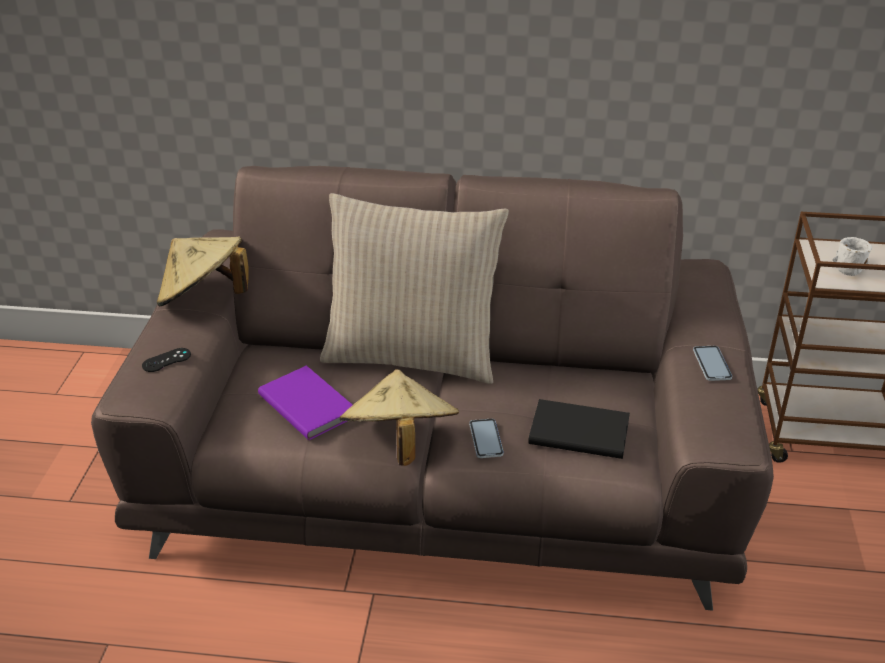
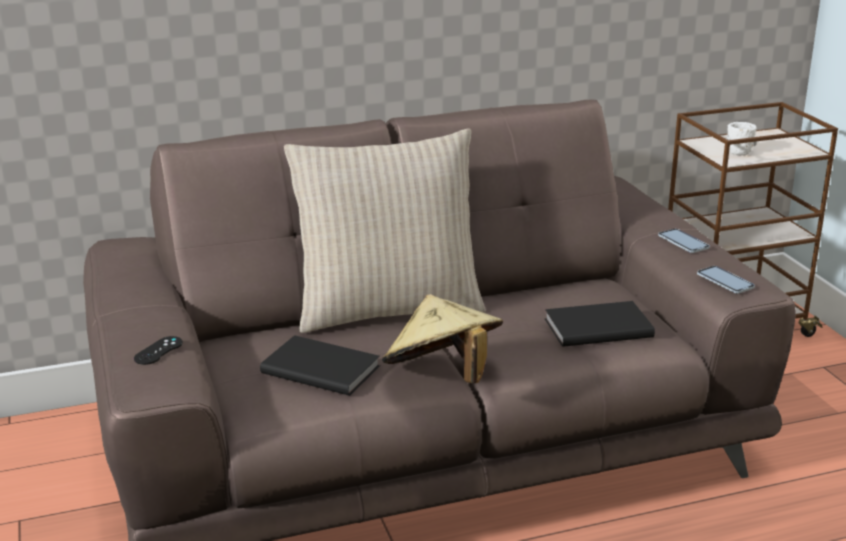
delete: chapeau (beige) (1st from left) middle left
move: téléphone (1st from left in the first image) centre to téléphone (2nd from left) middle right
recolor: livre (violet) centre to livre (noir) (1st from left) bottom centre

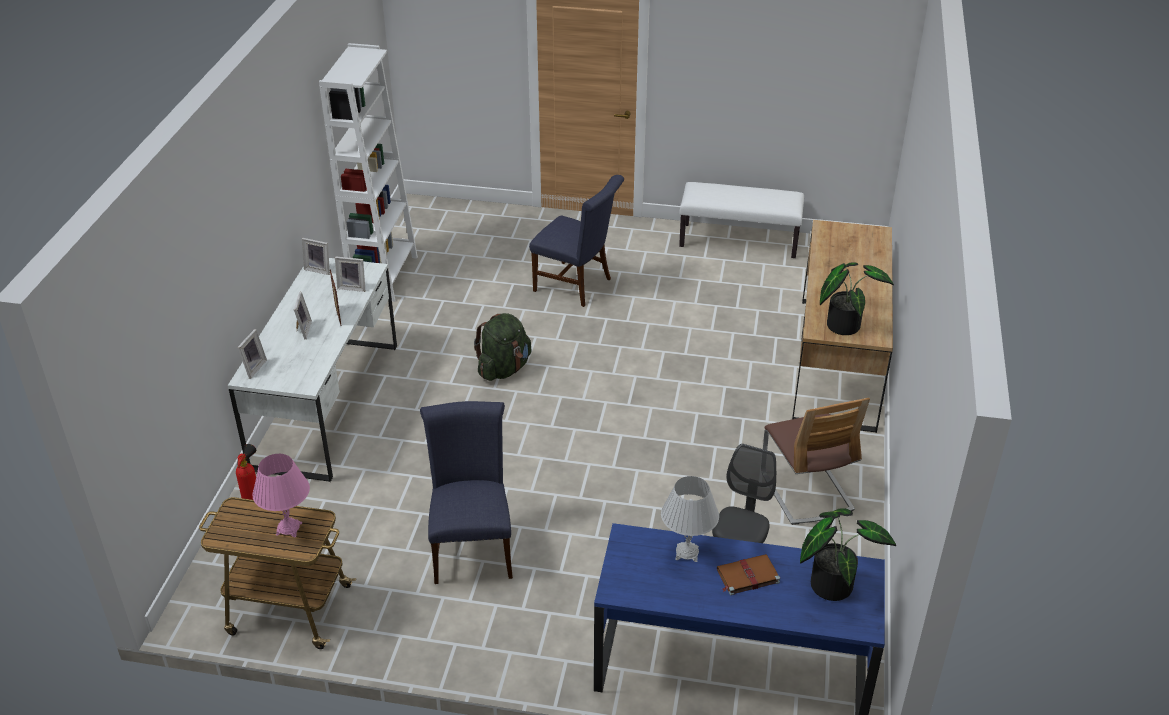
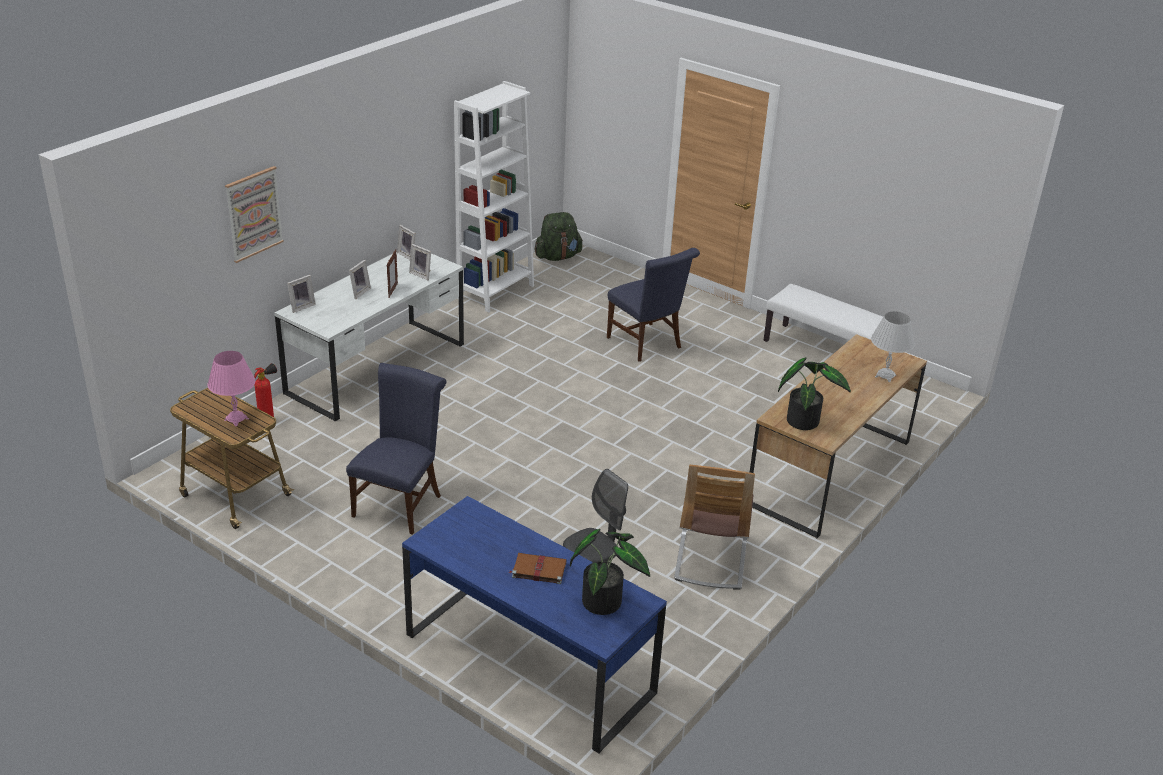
insert: tableau top left
move: sac à dos (vert) centre to top centre; lampe de table (blanc) bottom centre to middle right

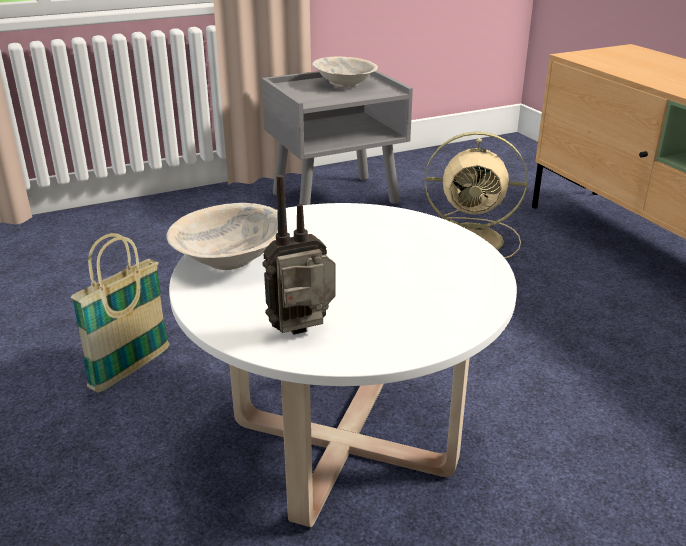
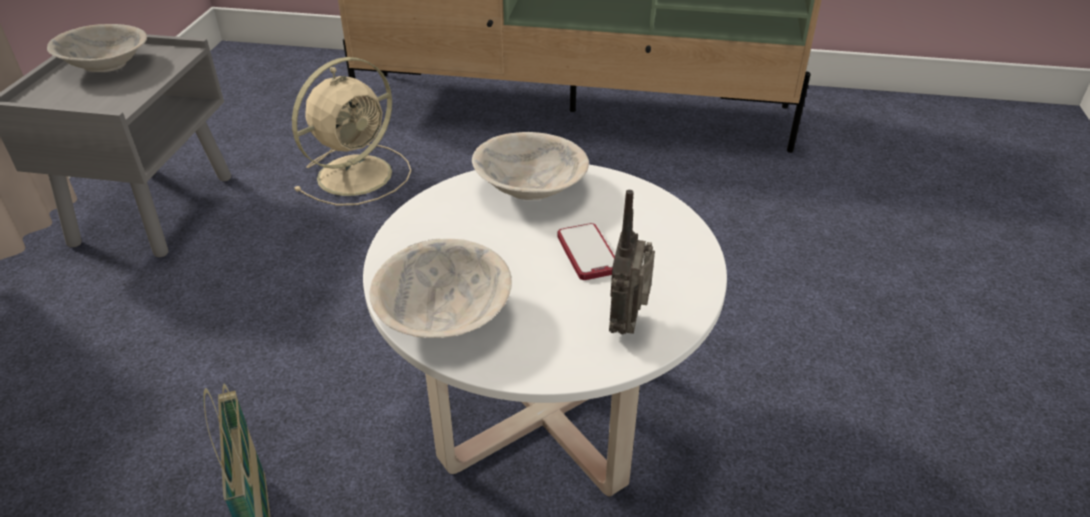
insert: bol (beige) (3rd from left) top centre; téléphone centre

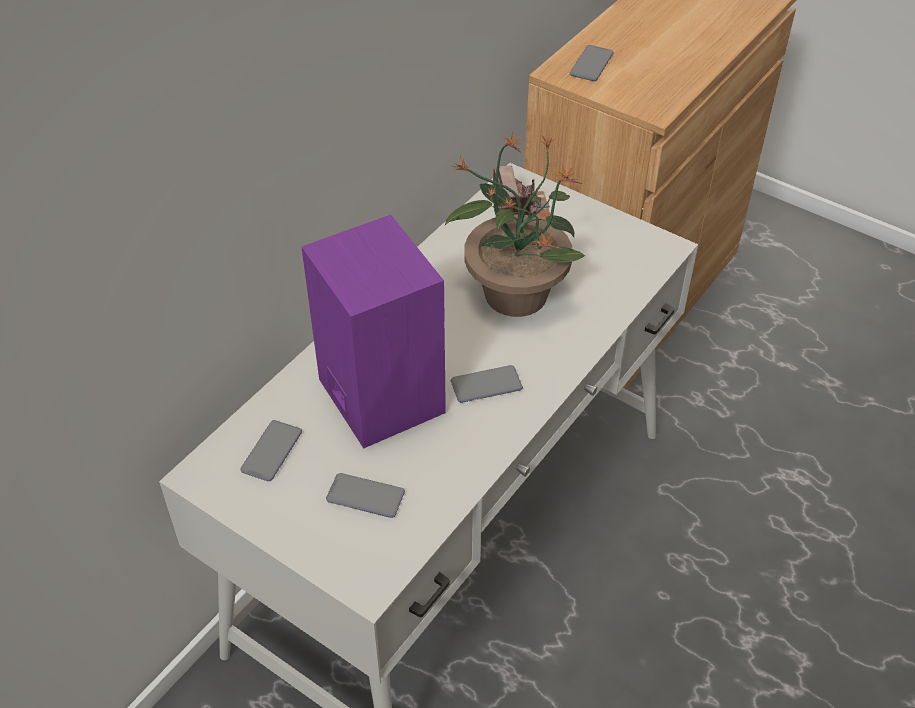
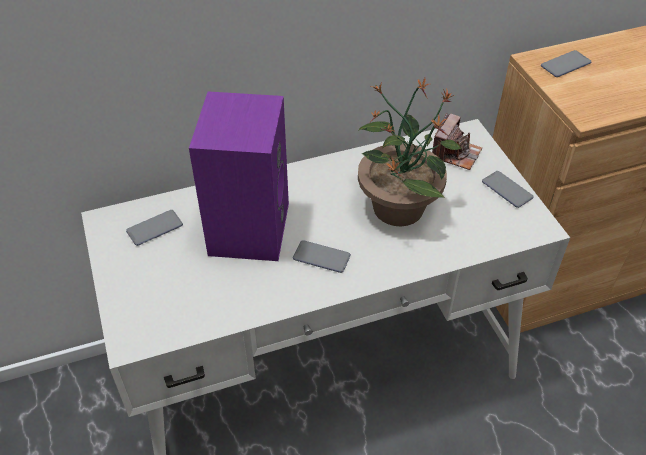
move: téléphone (2nd from left in the first image) bottom centre to téléphone (3rd from left) middle right

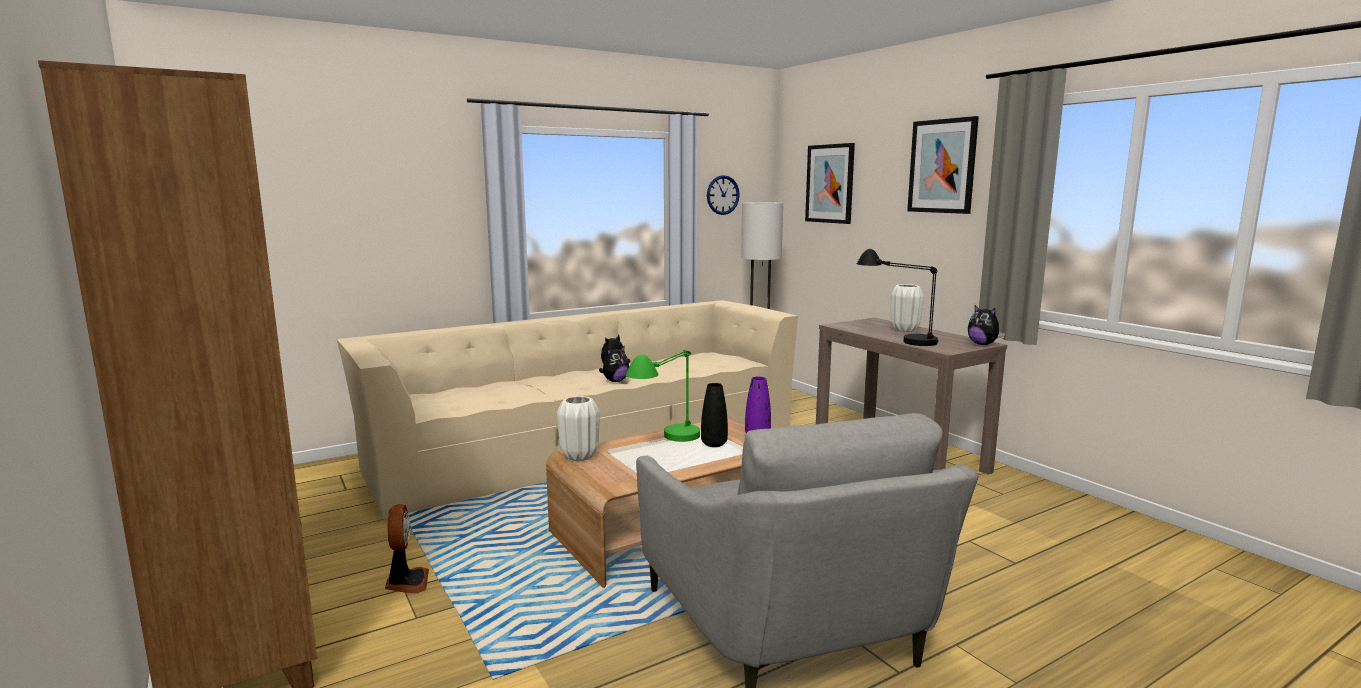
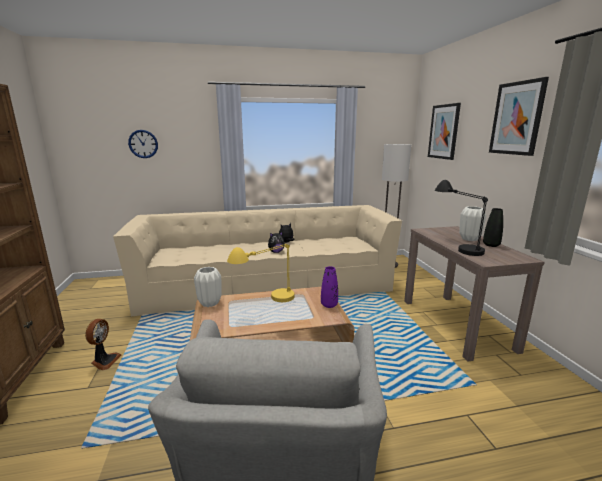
delete: peluche (3rd from left) middle right
move: horloge murale top centre to top left; vase (noir) centre to middle right
recolor: lampe de table (vert) centre to lampe de table (jaune) centre

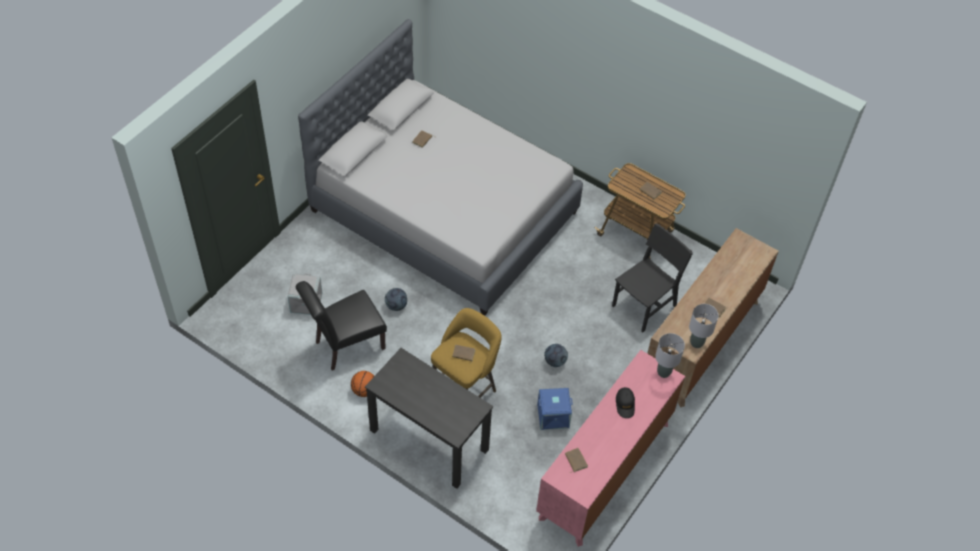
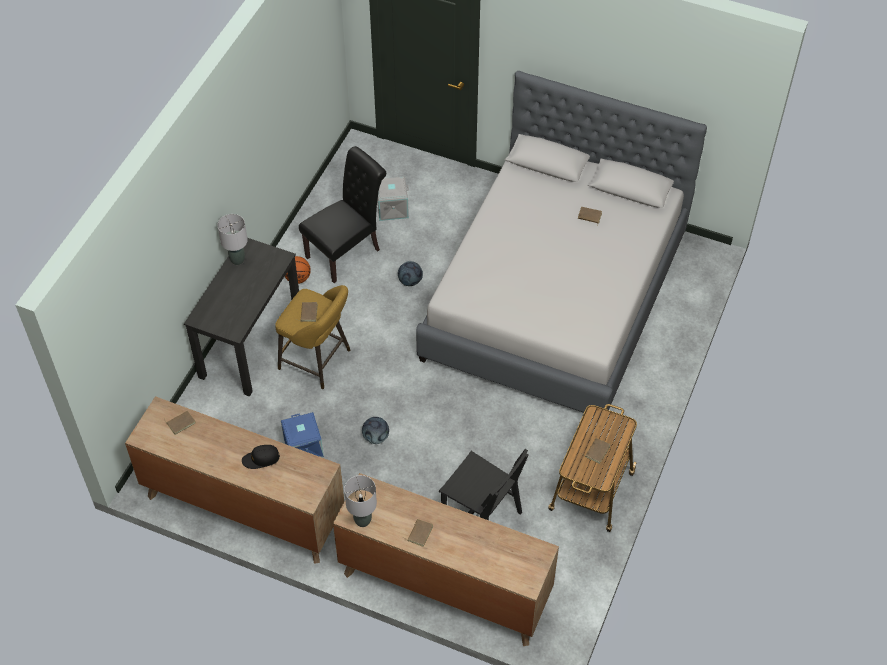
move: lampe de table (gris) (1st from left) middle right to middle left
recolor: commode (rose) bottom centre to commode (marron) (1st from left) bottom left
rotate: chaise (noir) (1st from left) centre = top centre 90 degrees clockwise

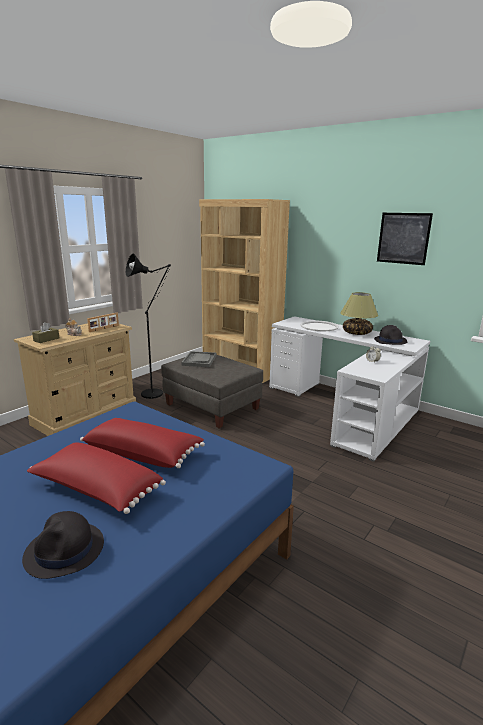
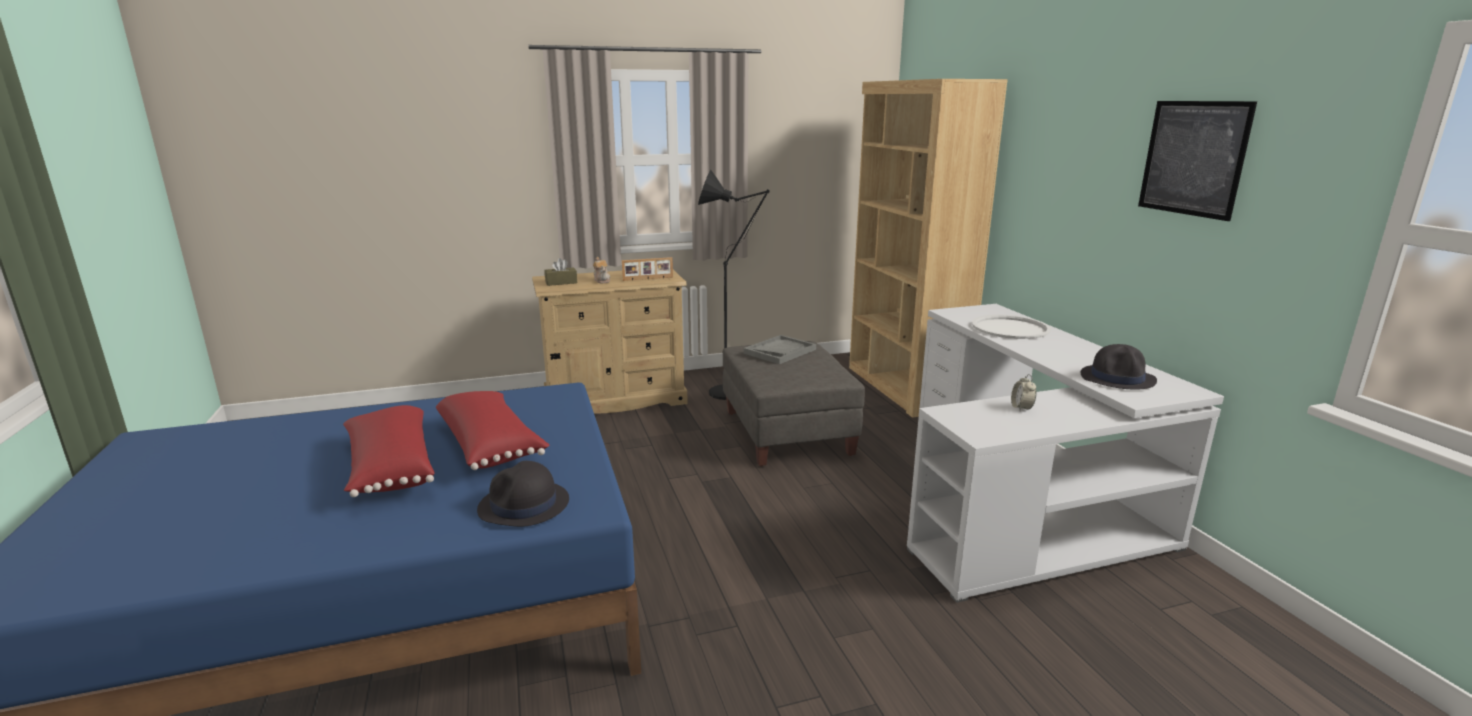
delete: lampe de table middle right
move: chapeau (noir) (1st from left) bottom left to bottom centre

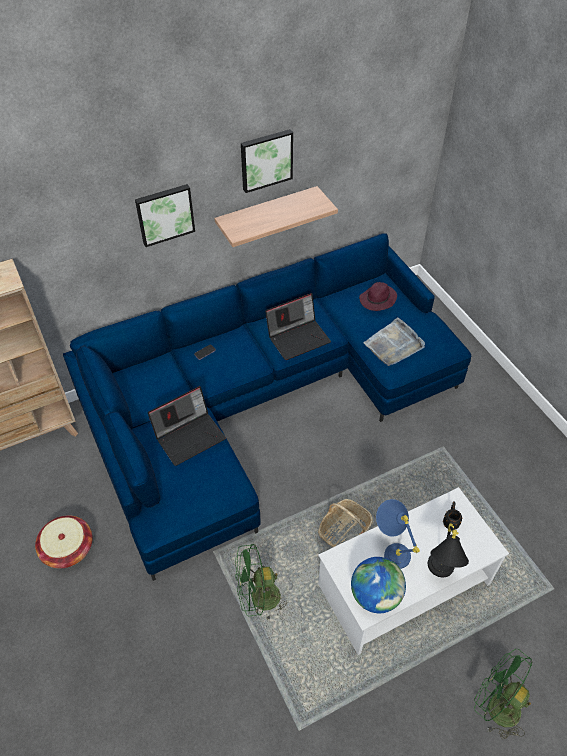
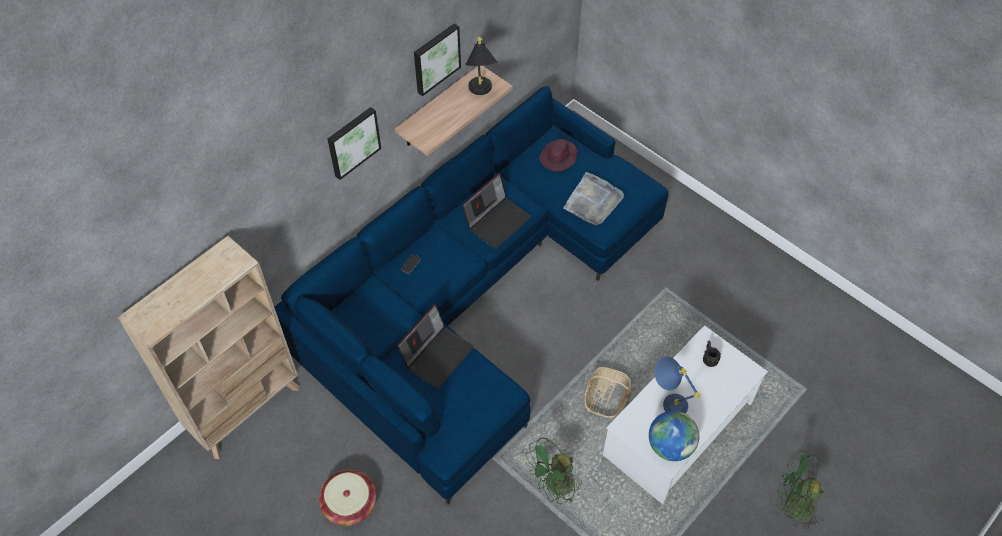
move: lampe de table (noir) bottom right to top centre

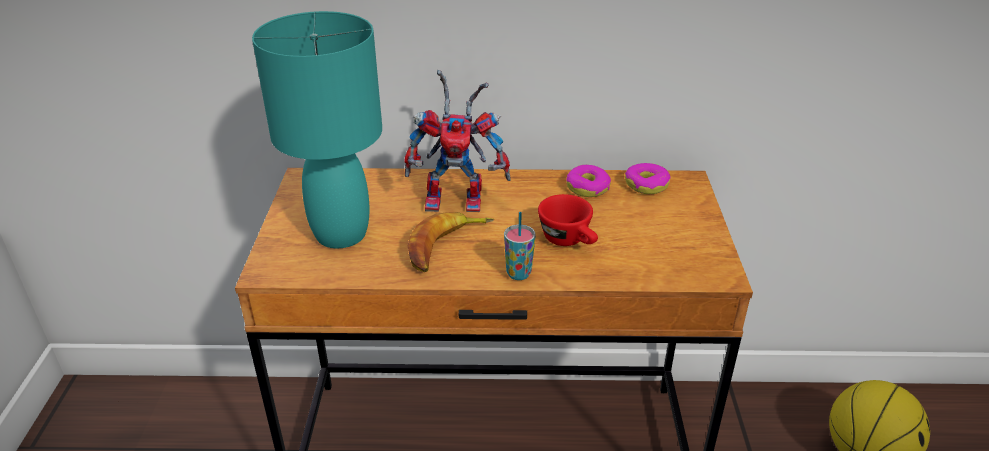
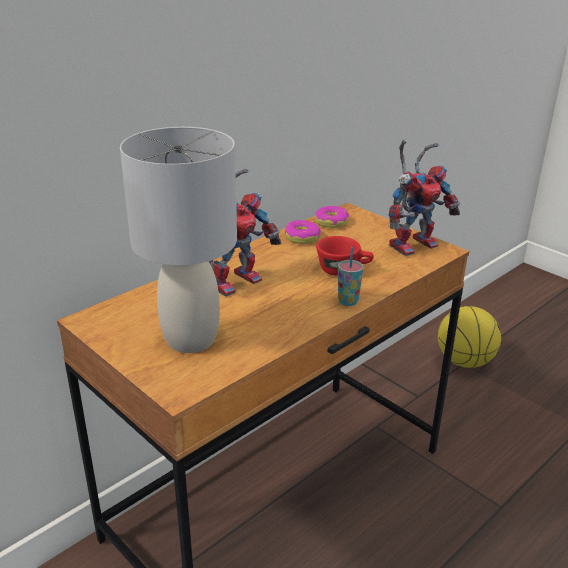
delete: banane centre
insert: robot jouet (2nd from left) middle right
recolor: lampe de table (turquoise) top left to lampe de table (gris) middle left

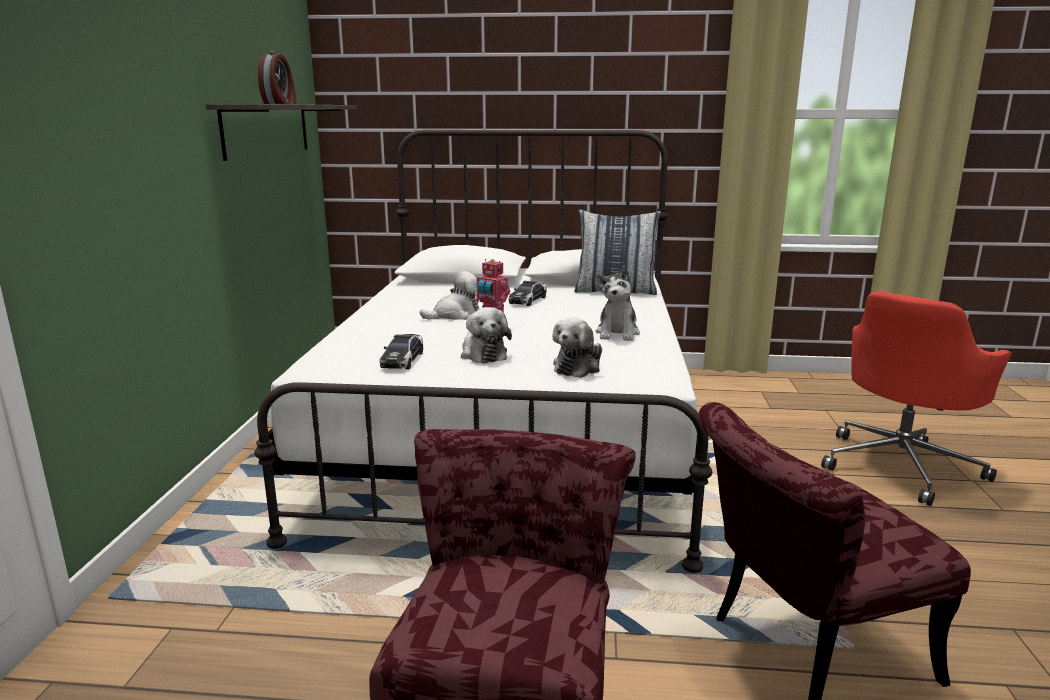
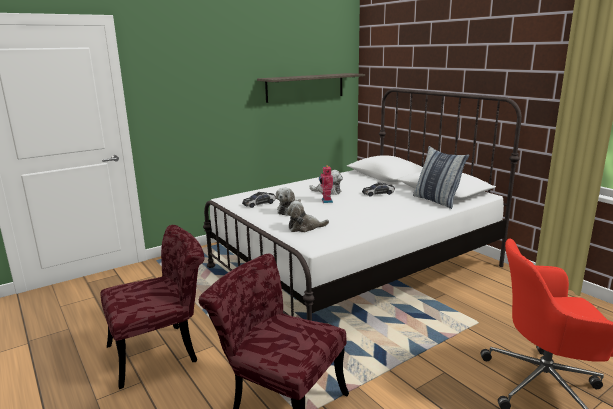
delete: réveil top left; peluche (4th from left) centre

